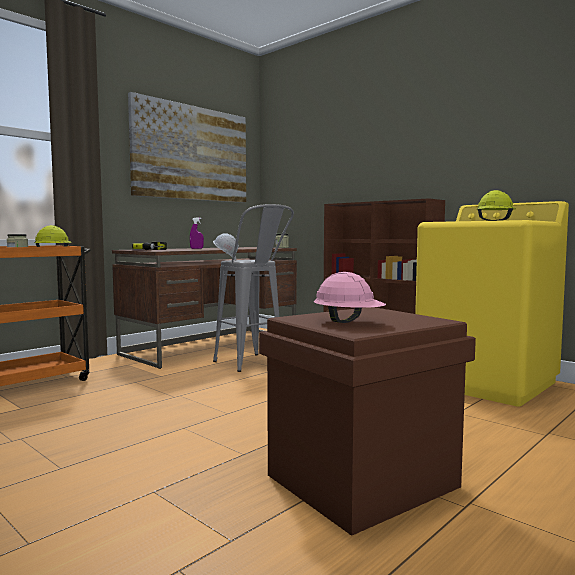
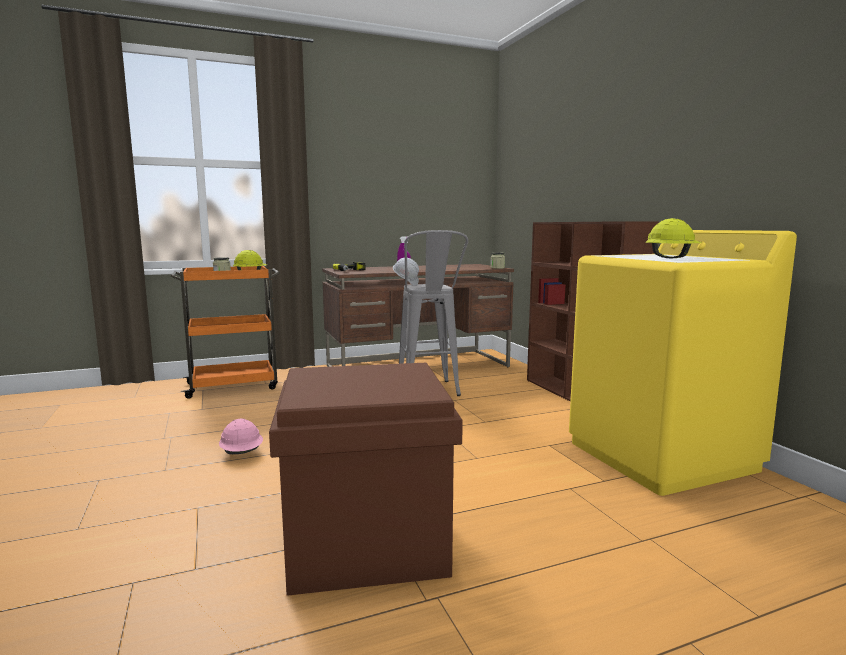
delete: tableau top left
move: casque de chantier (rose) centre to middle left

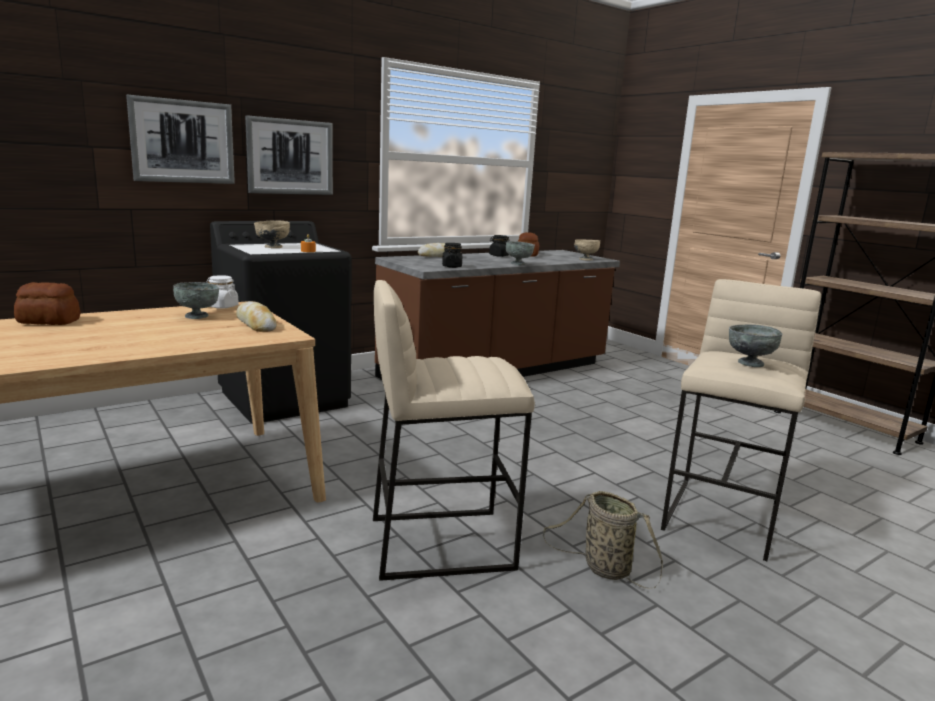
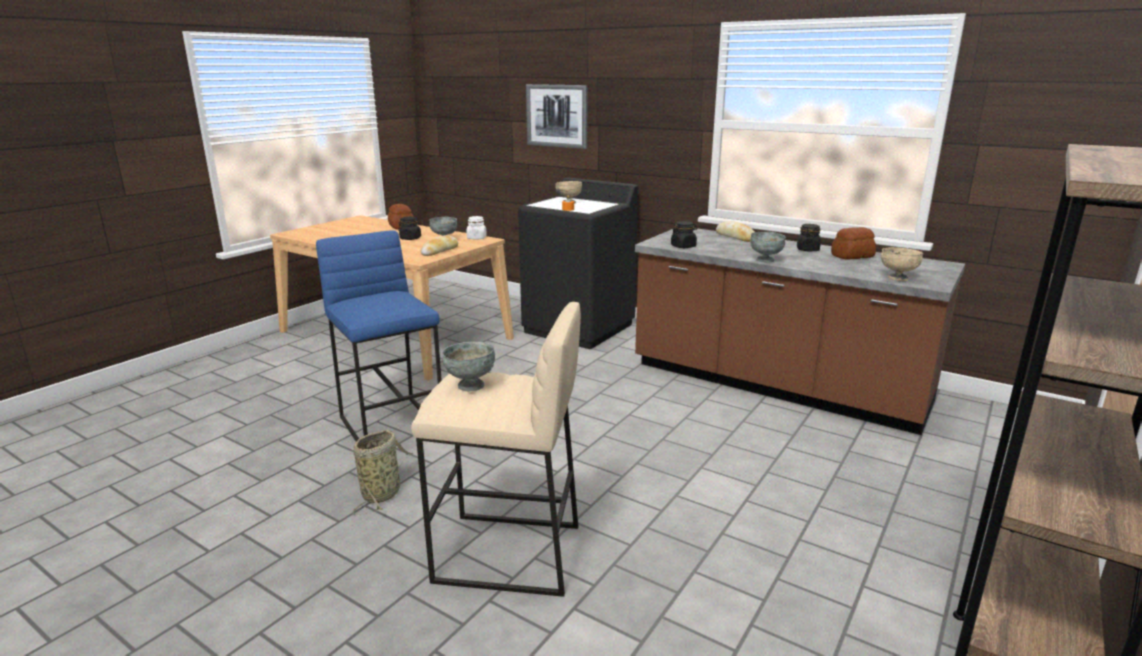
delete: tableau (2nd from left) top left
insert: bocal (noir) (1st from left) centre
recolor: tabouret (beige) (1st from left) centre to tabouret (bleu) middle left

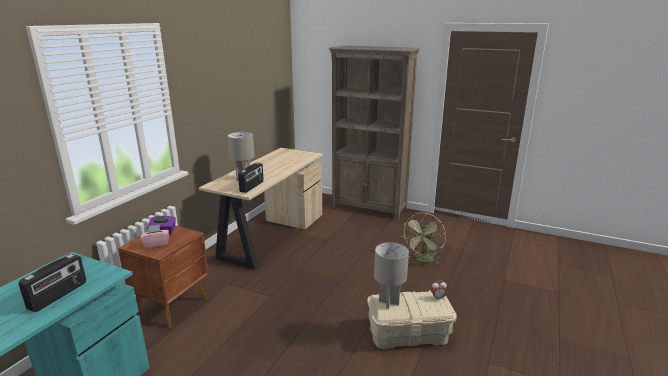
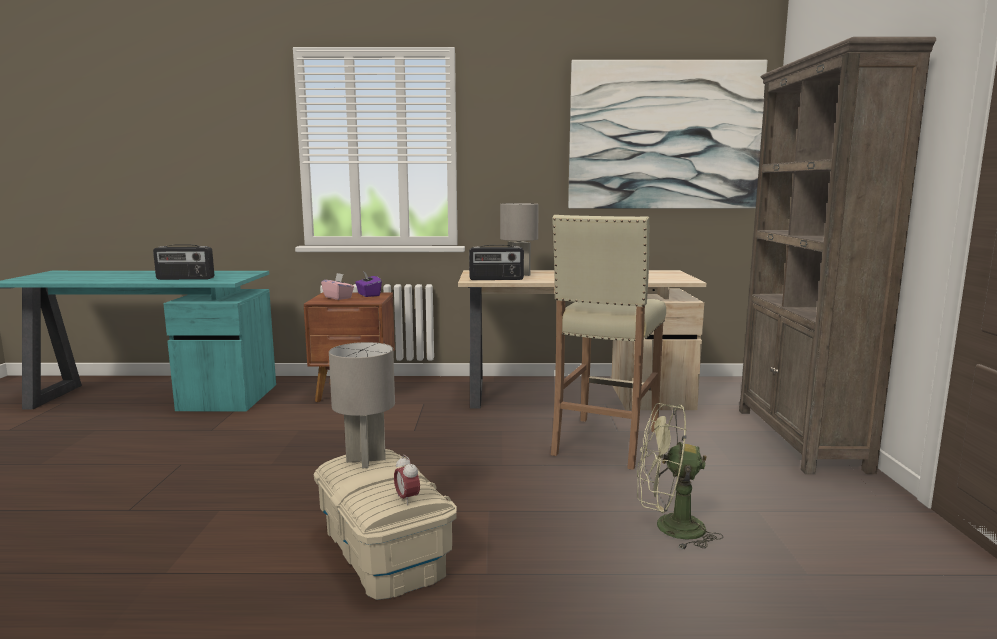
insert: tabouret (beige) centre; tableau top right

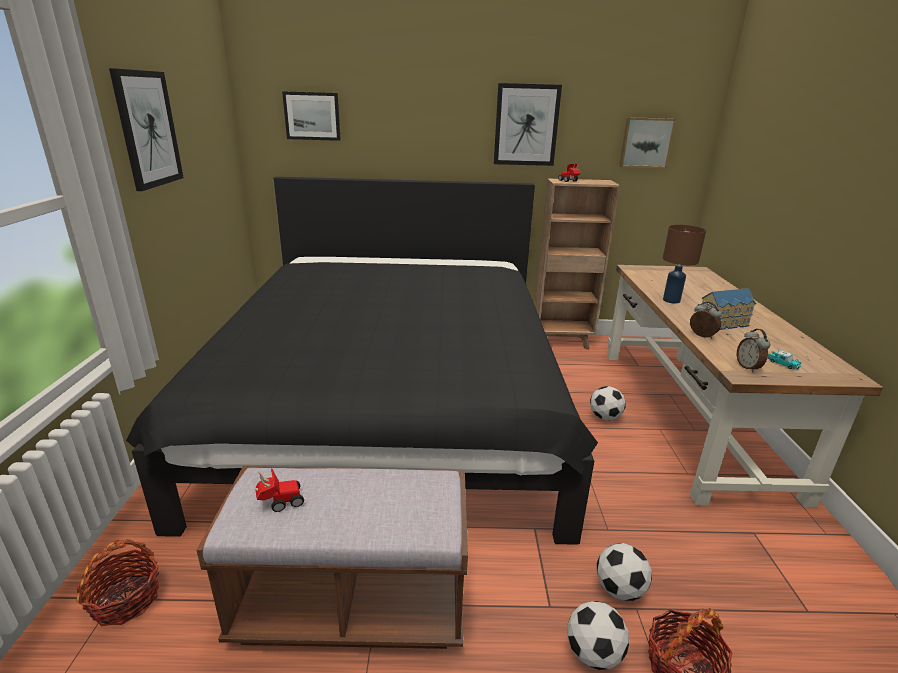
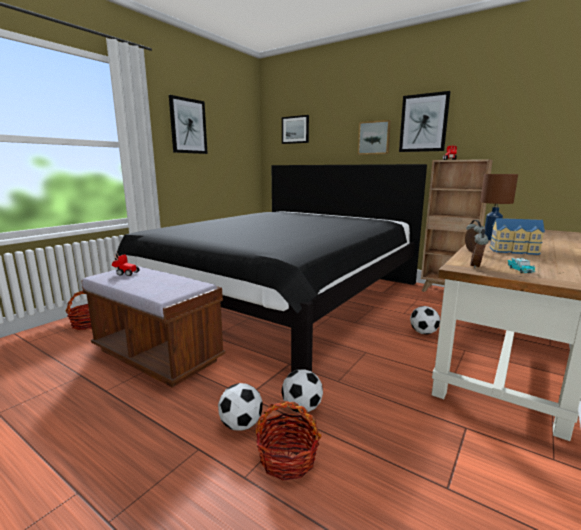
move: tableau (4th from left in the first image) top right to tableau (3rd from left) top centre

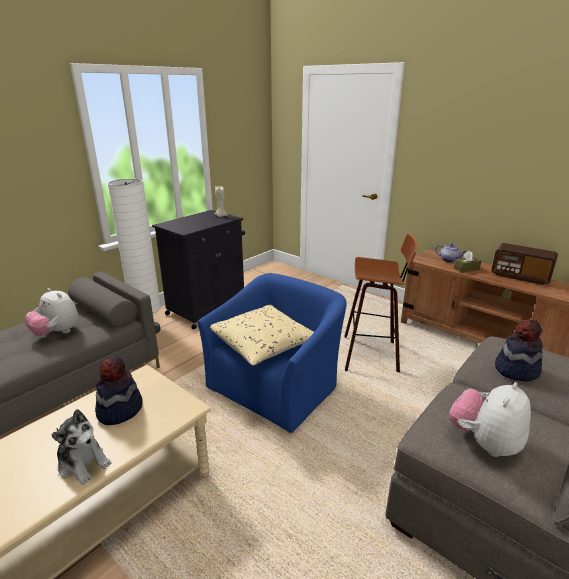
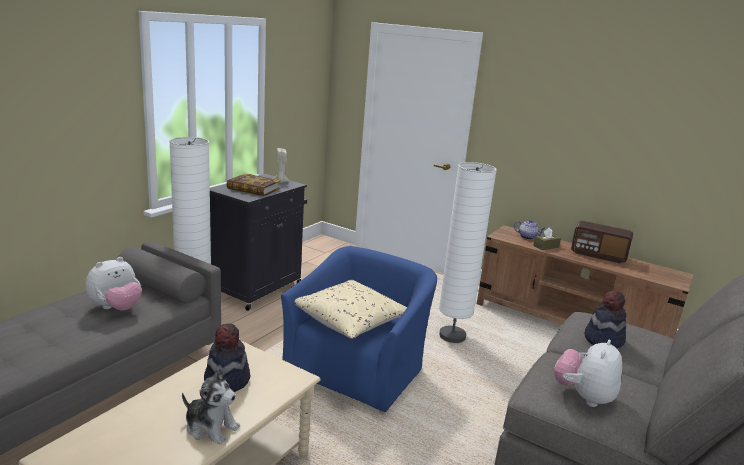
insert: livre centre
replace: tabouret middle right to lampadaire (blanc) (2nd from left) centre
rotate: peluche (1st from left) middle left = middle left 75 degrees counterclockwise

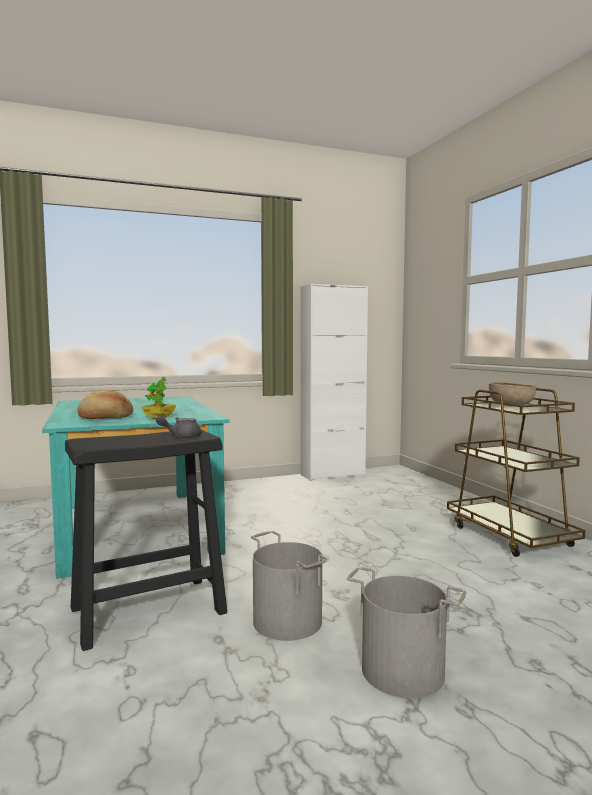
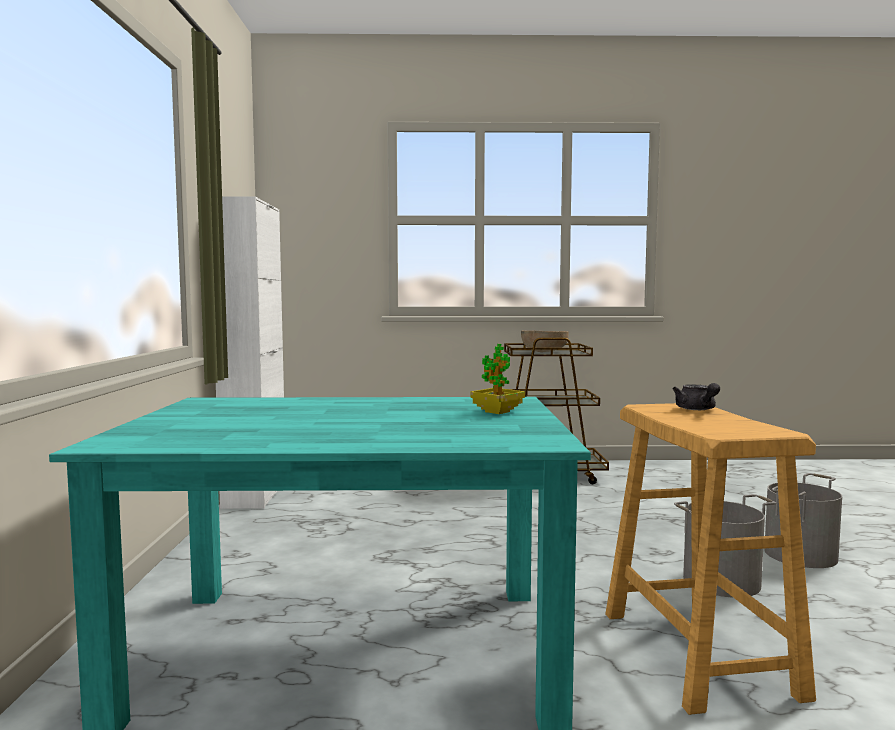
delete: pain middle left
recolor: tabouret (noir) bottom left to tabouret (beige) bottom right

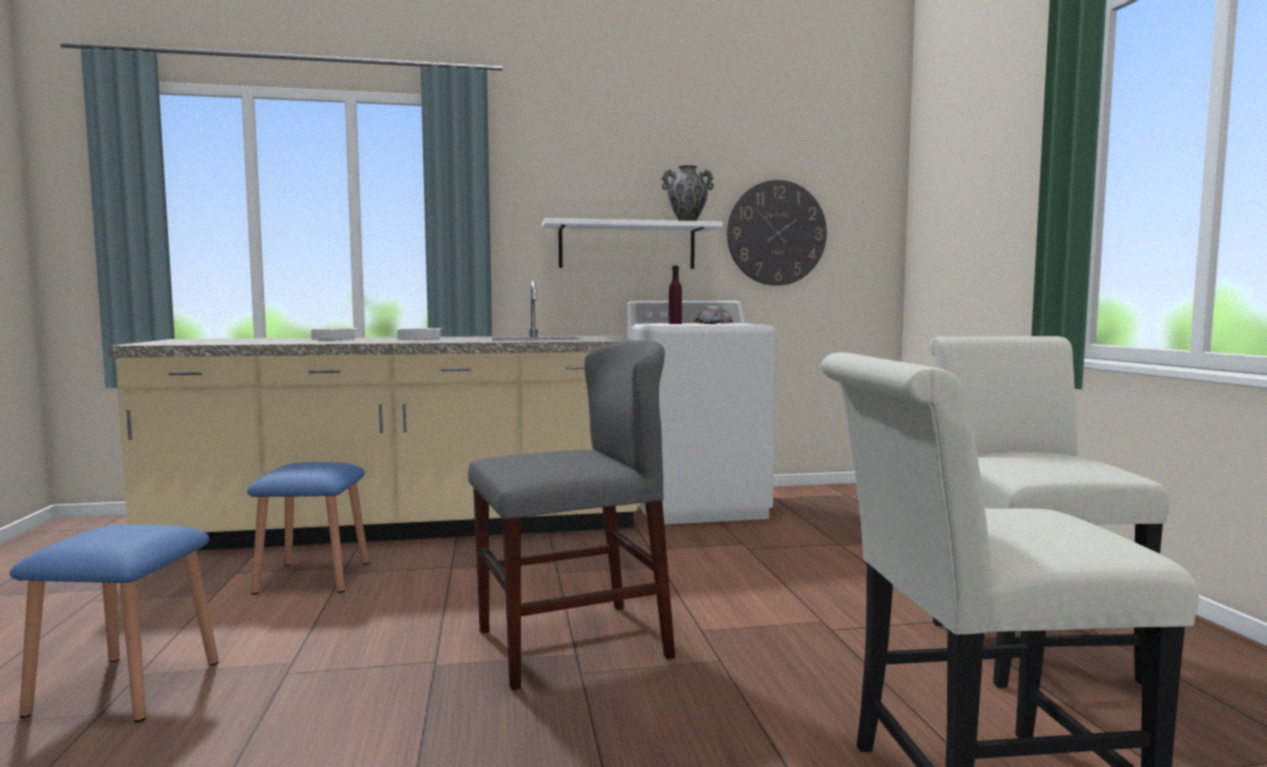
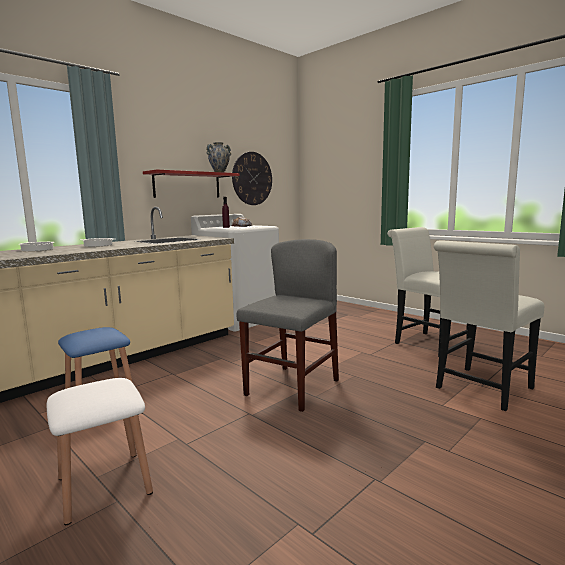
recolor: tabouret (bleu) (1st from left) bottom left to tabouret (blanc) bottom left; étagère (blanc) top centre to étagère (rouge) top centre

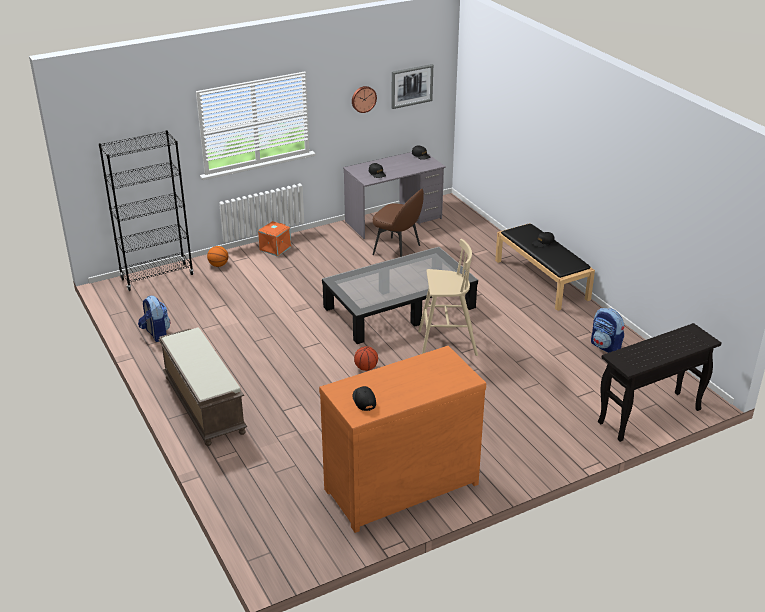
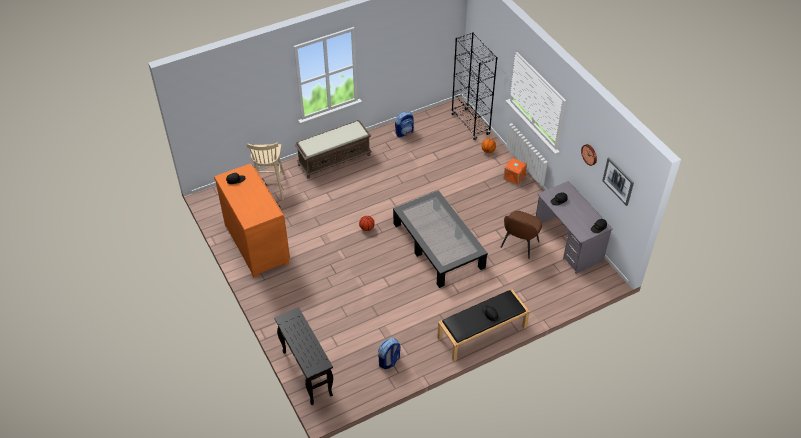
move: tabouret (beige) centre to middle left

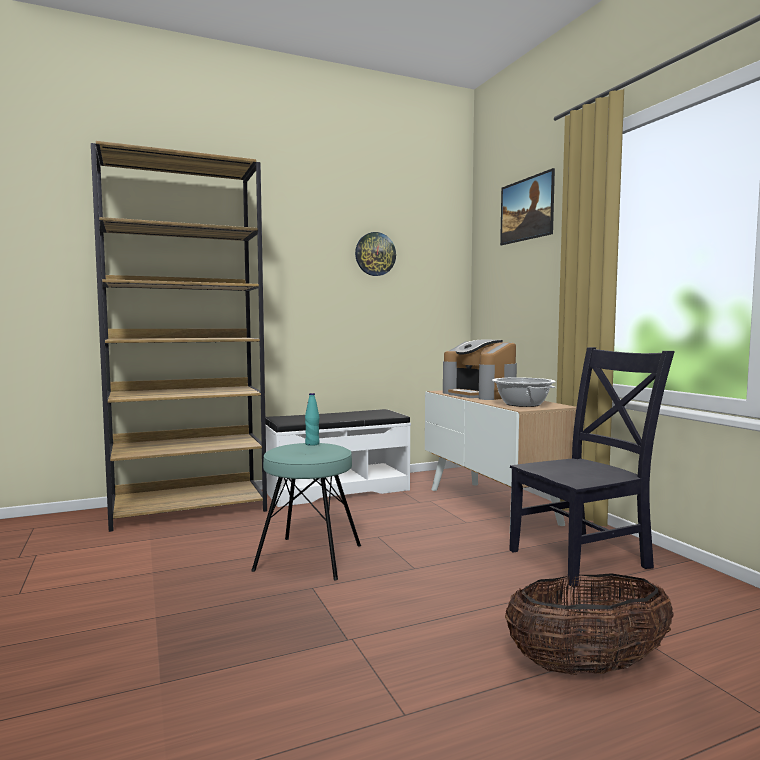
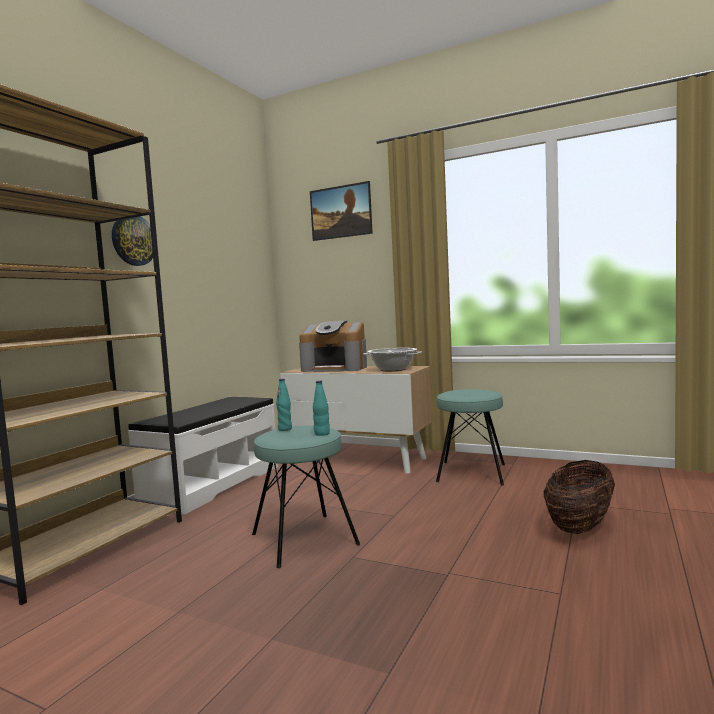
insert: bouteille (turquoise) (2nd from left) centre
move: horloge murale centre to middle left
replace: chaise (noir) middle right to tabouret (turquoise) (2nd from left) centre

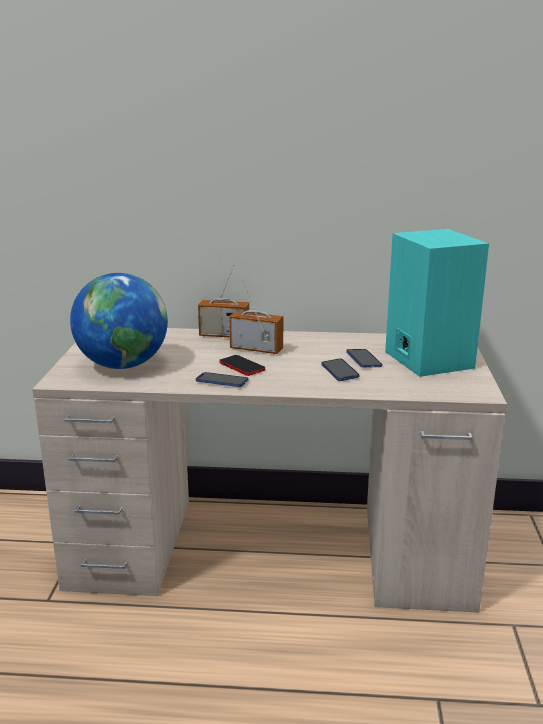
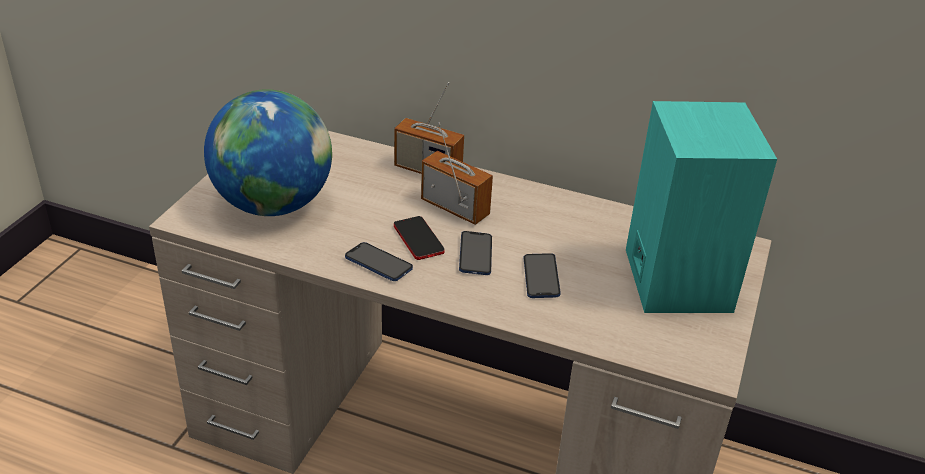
move: téléphone (4th from left in the first image) middle right to téléphone (3rd from left) centre

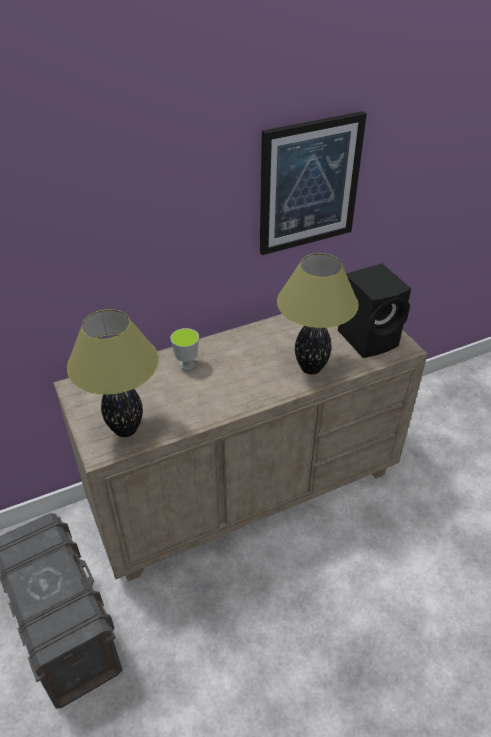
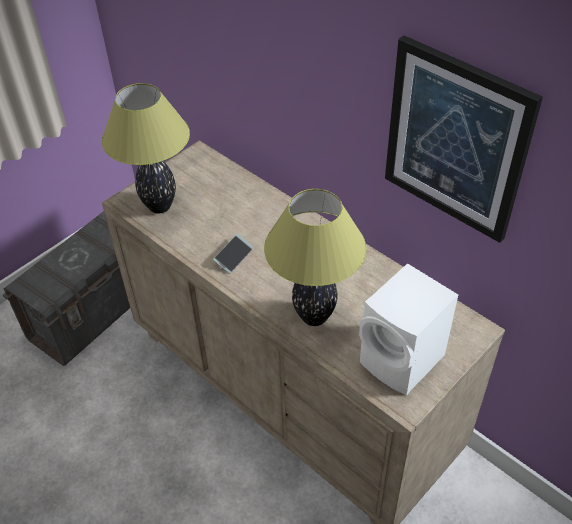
delete: tasse centre
insert: téléphone centre
recolor: enceinte (noir) middle right to enceinte (blanc) middle right

